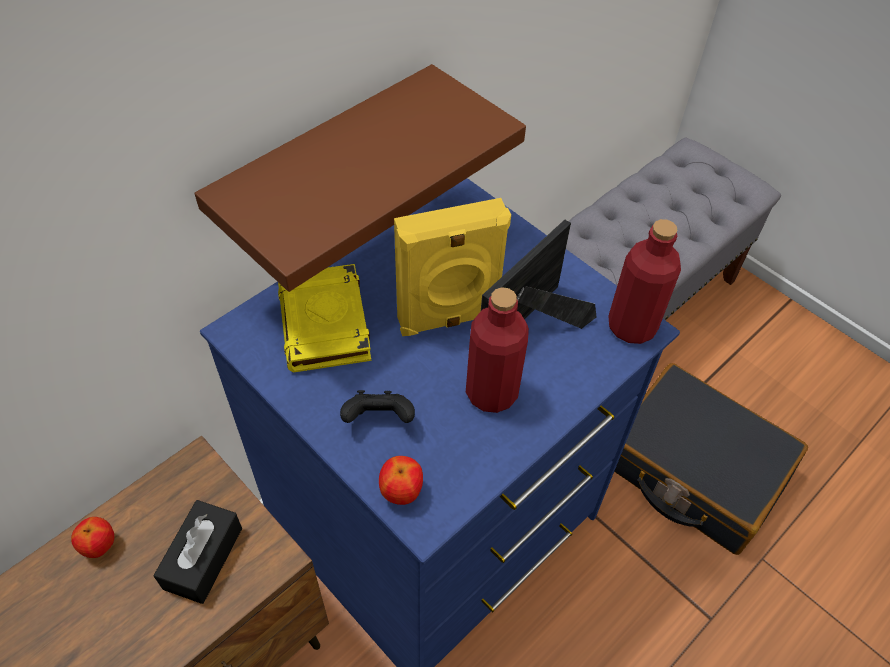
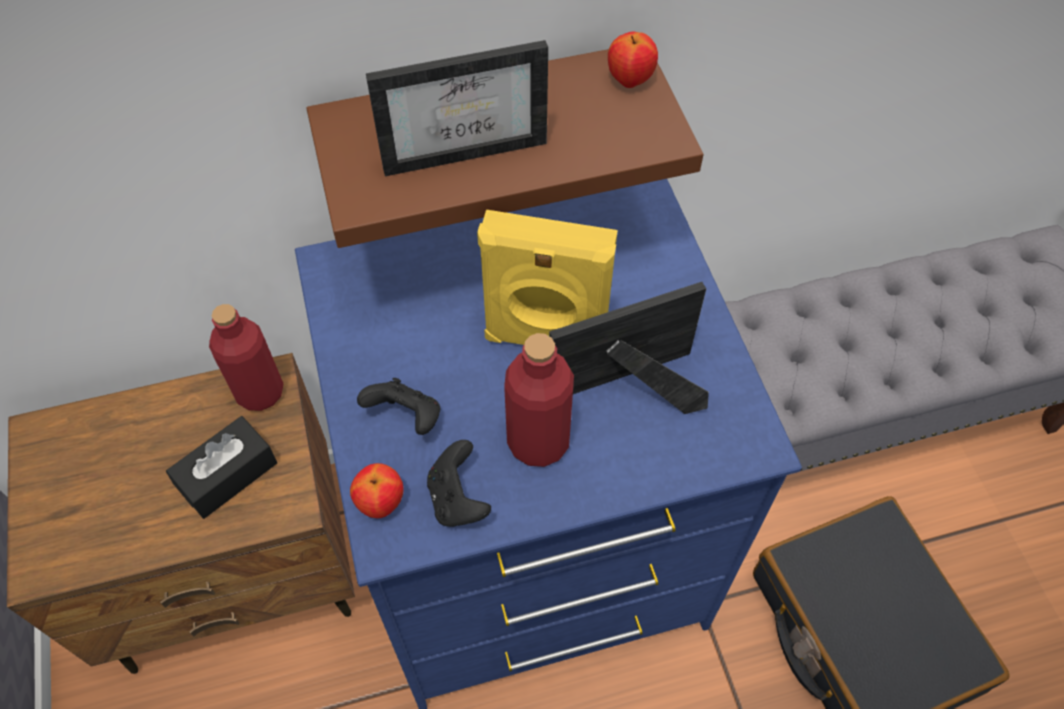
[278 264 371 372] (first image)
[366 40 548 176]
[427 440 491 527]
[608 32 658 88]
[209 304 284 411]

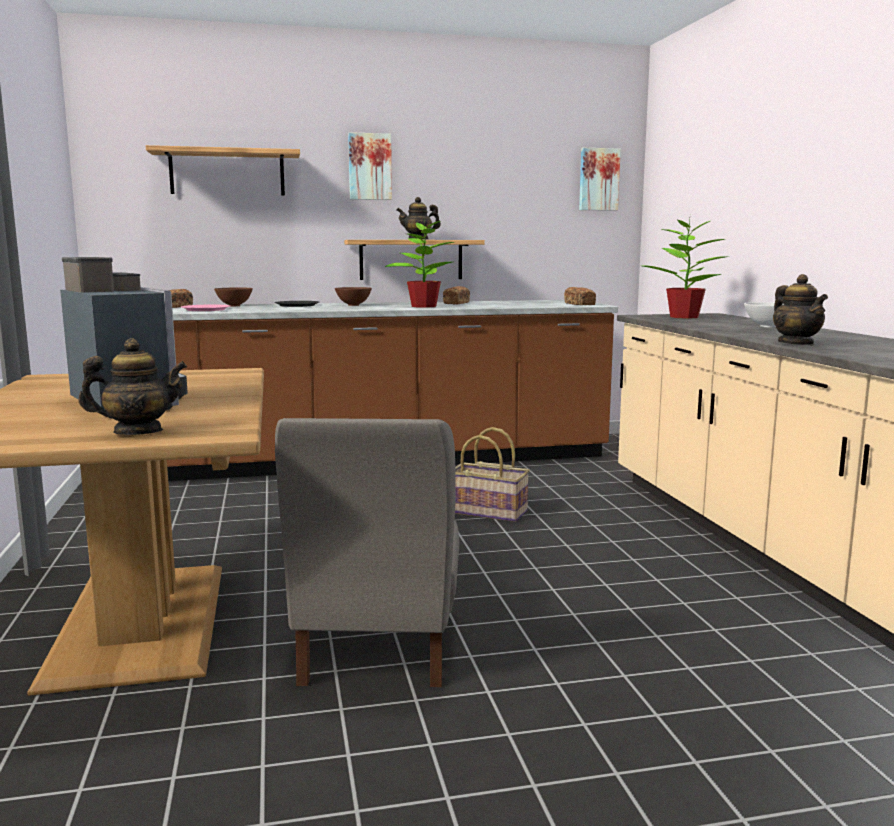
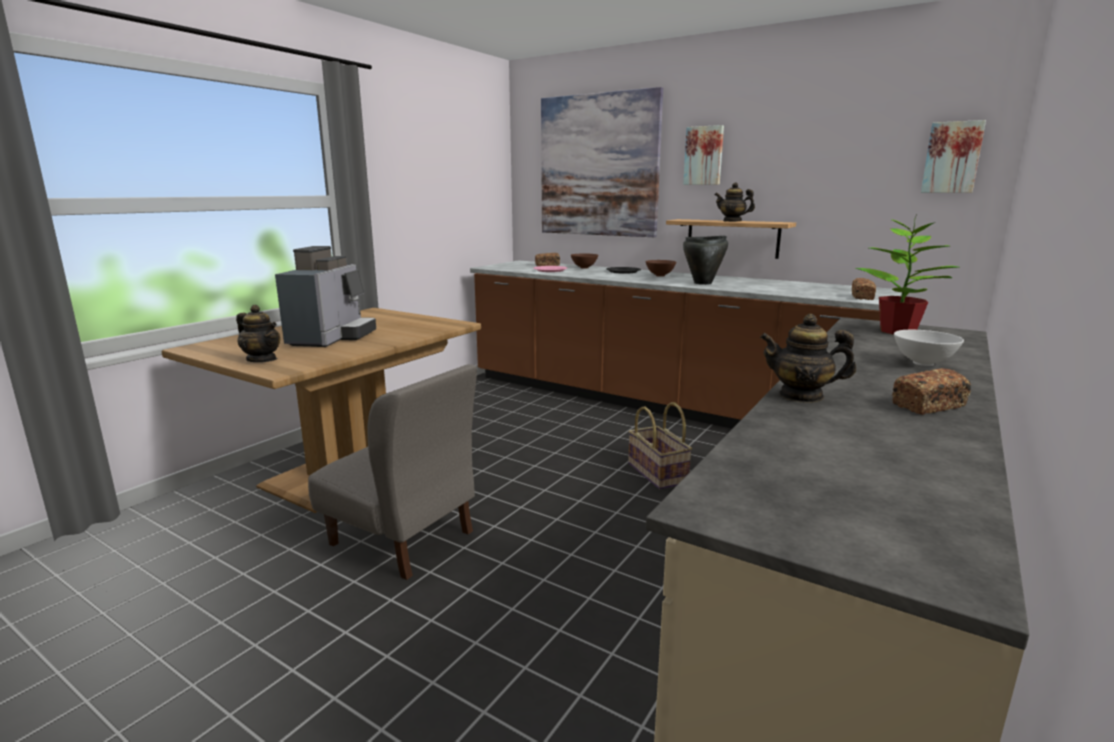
[892 368 972 415]
[541 87 663 237]
[683 236 728 285]
[308 364 477 580]
[760 314 856 403]

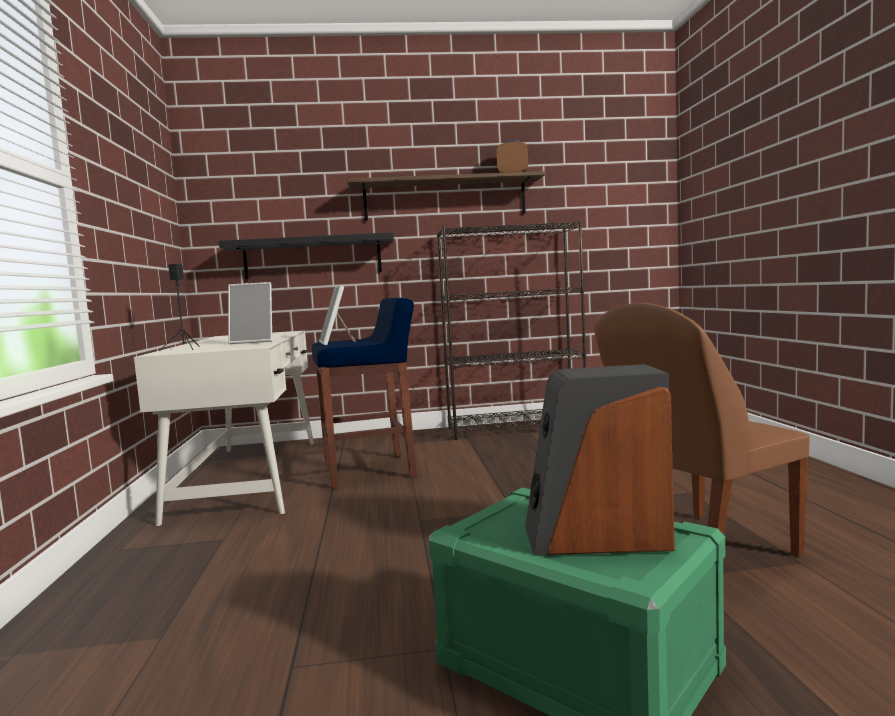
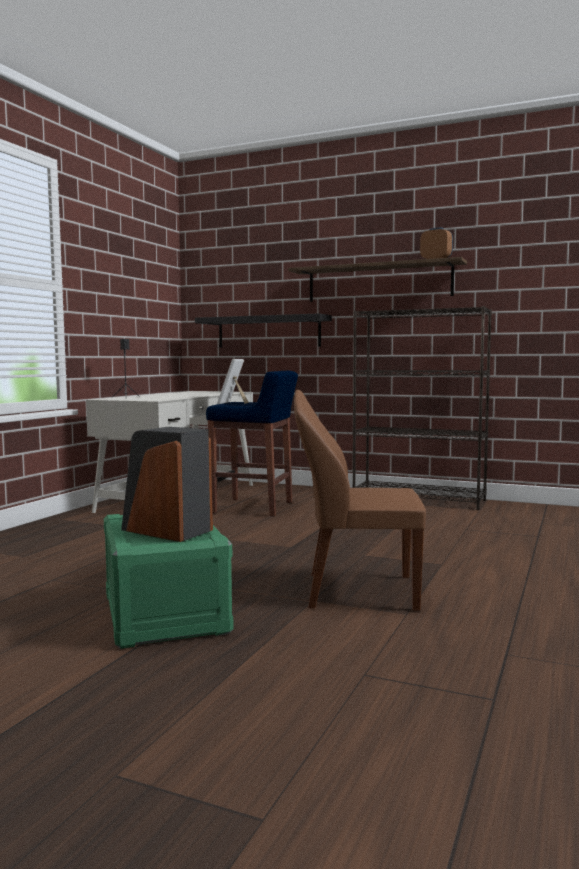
[228 282 272 344] (first image)

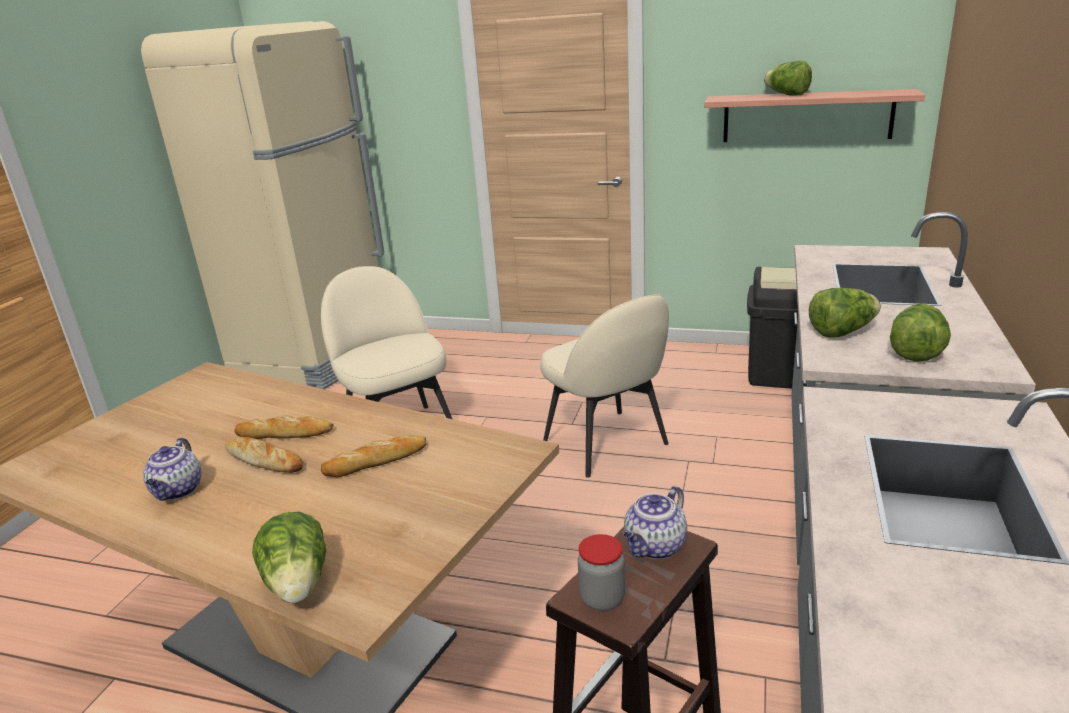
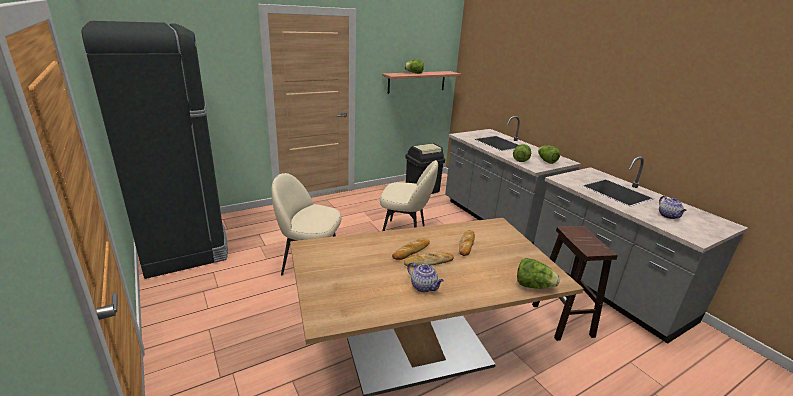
[578 534 625 611] (first image)
[659 196 687 219]
[81 21 228 279]

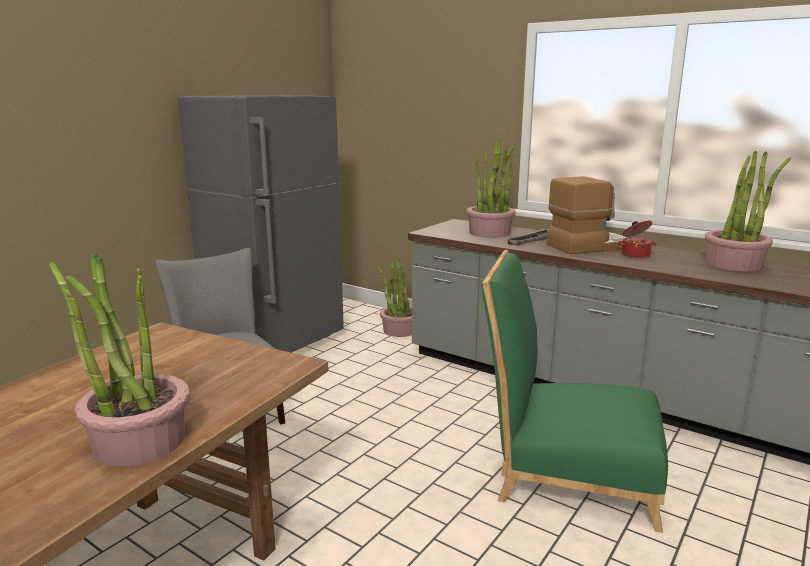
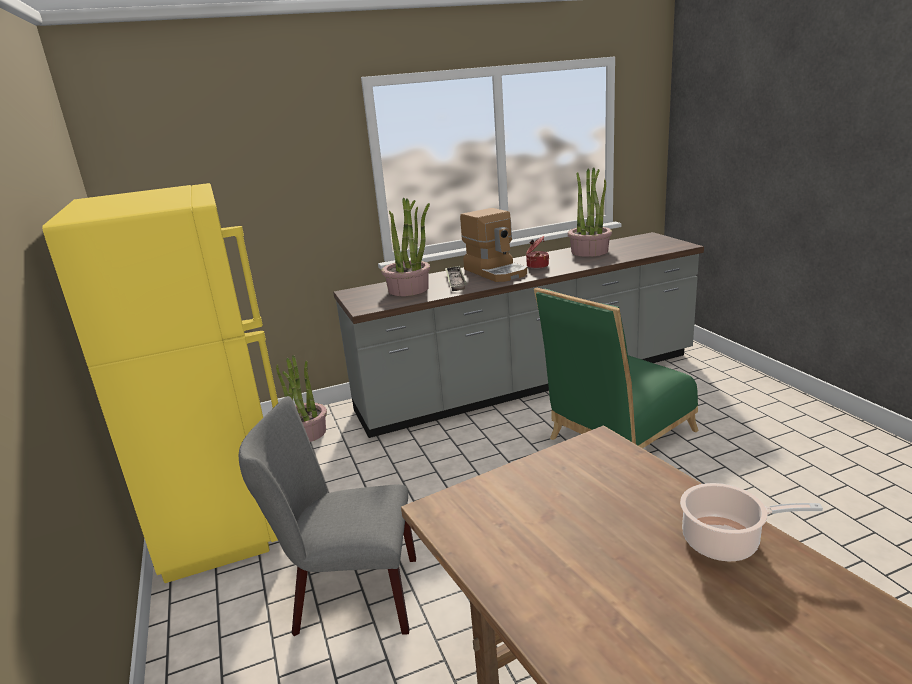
[680 483 823 561]
[42 183 278 583]
[460 208 527 282]

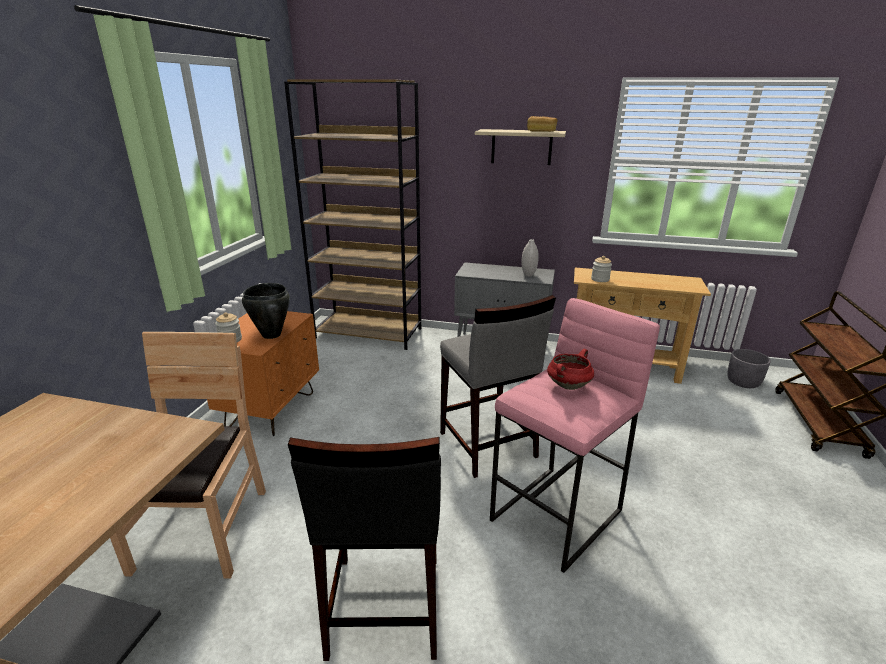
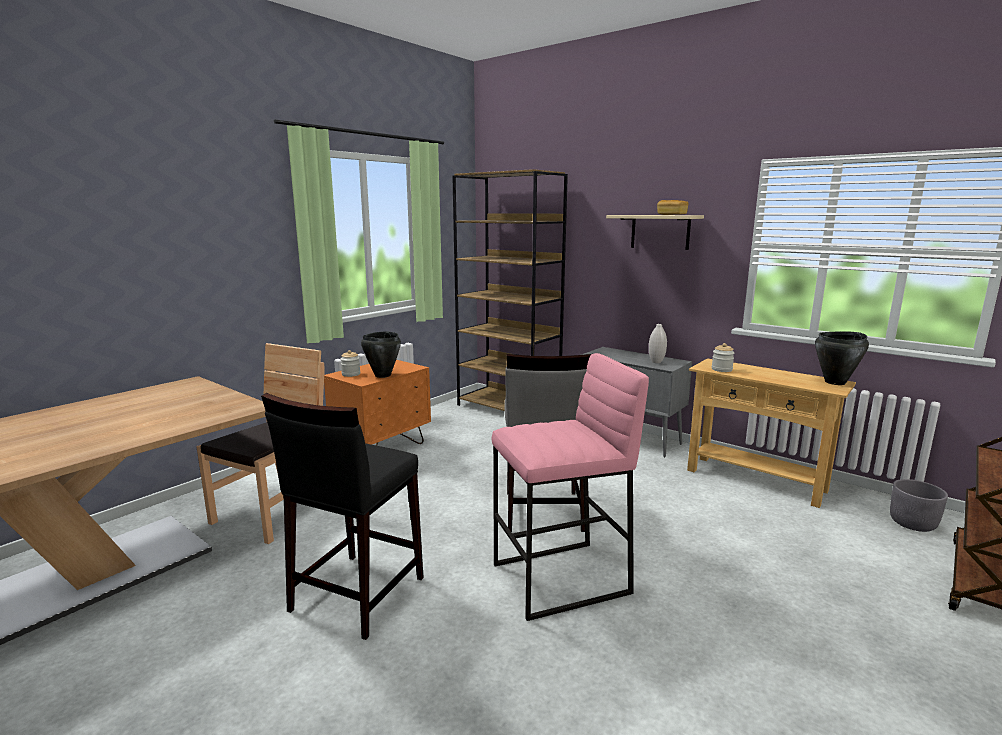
[547 349 594 390] (first image)
[815 331 869 385]

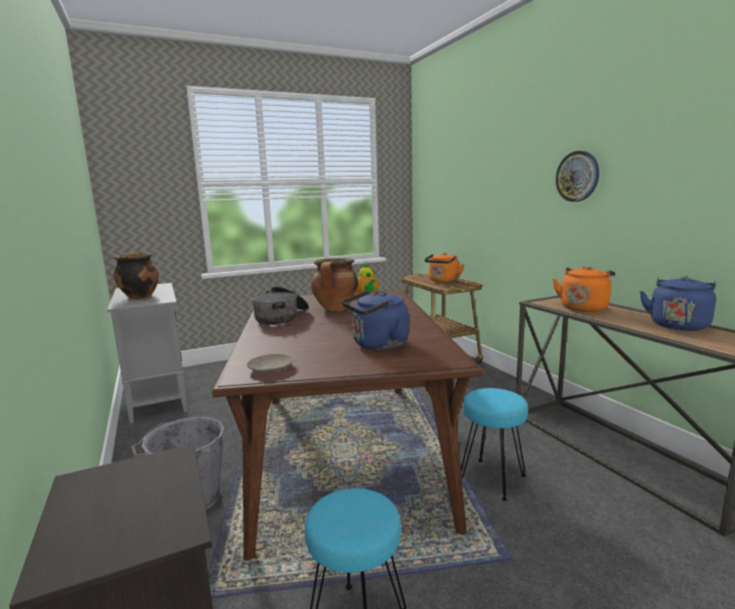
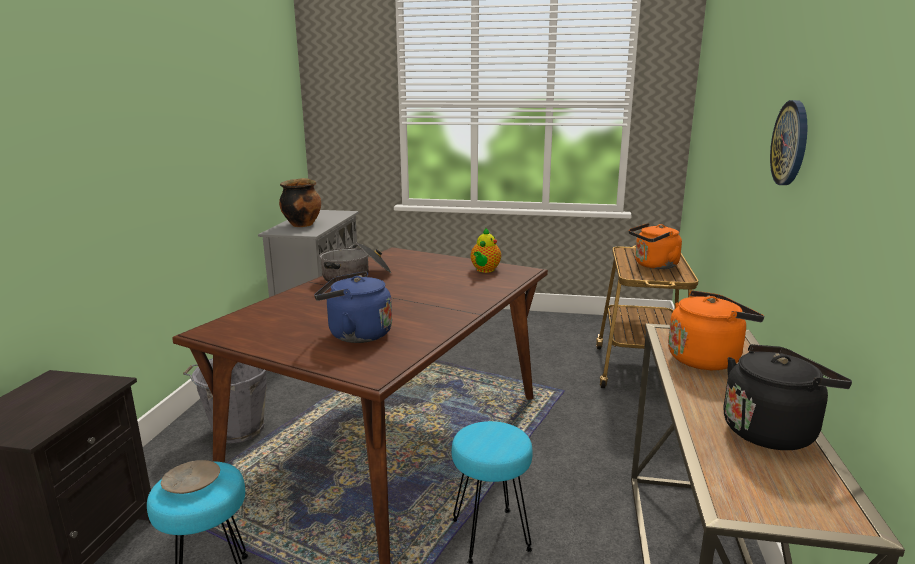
[311 258 358 311] (first image)
[161 460 220 494]
[723 344 852 450]

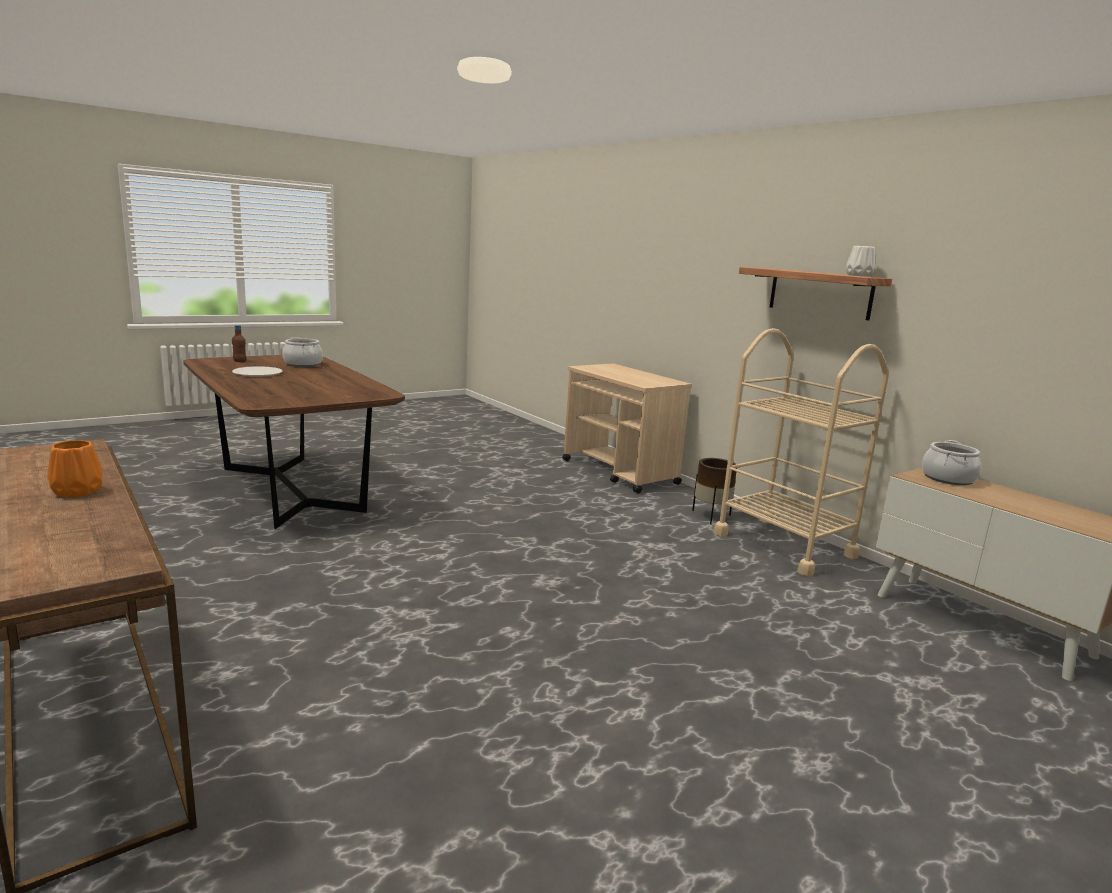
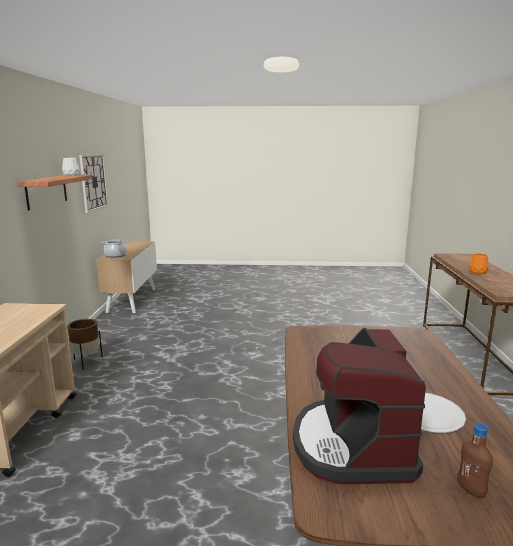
[713 328 889 576] (first image)
[79 154 108 213]
[293 328 426 484]

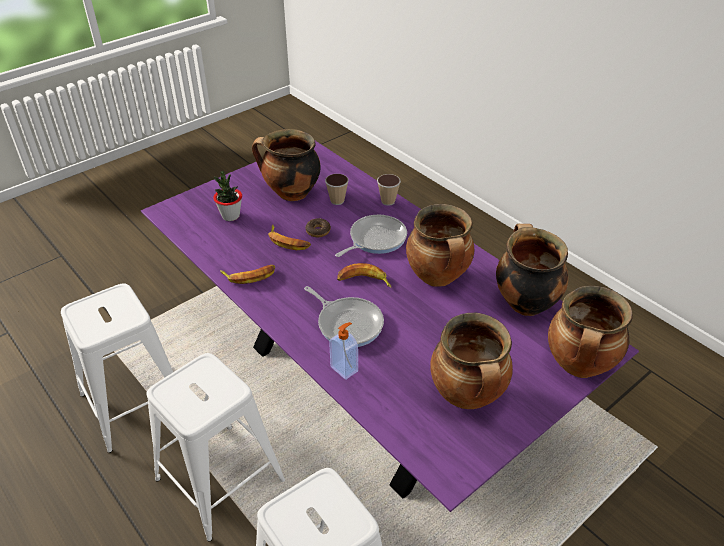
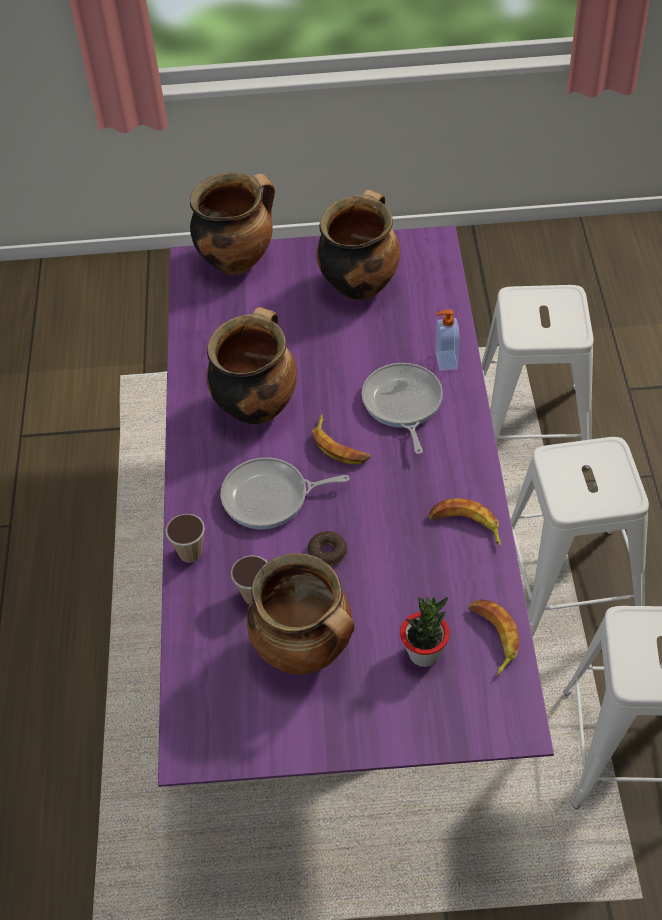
[496 224 568 316] (first image)
[469 599 519 676]

